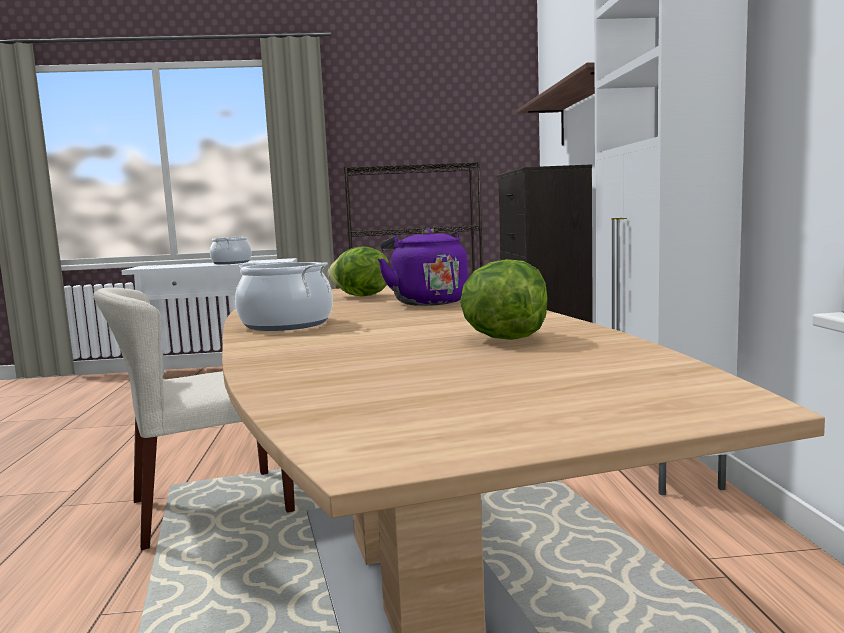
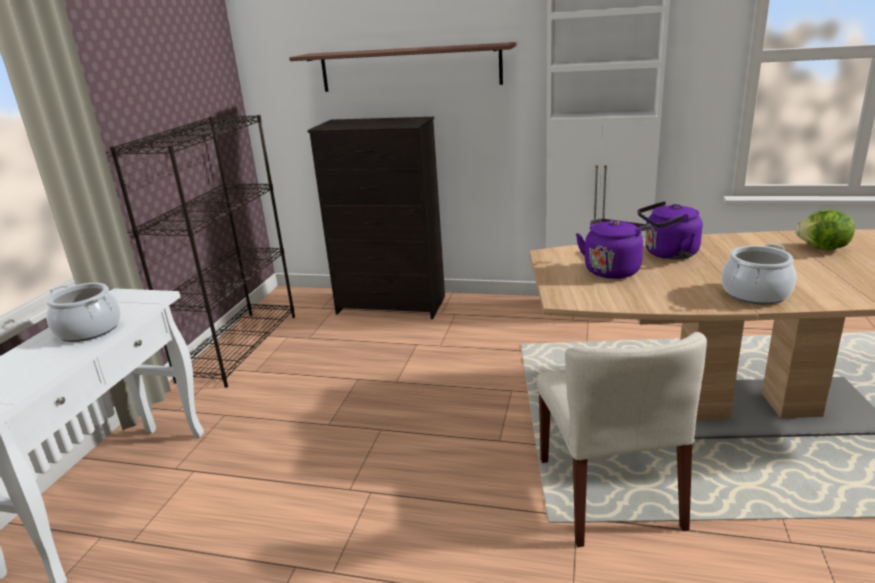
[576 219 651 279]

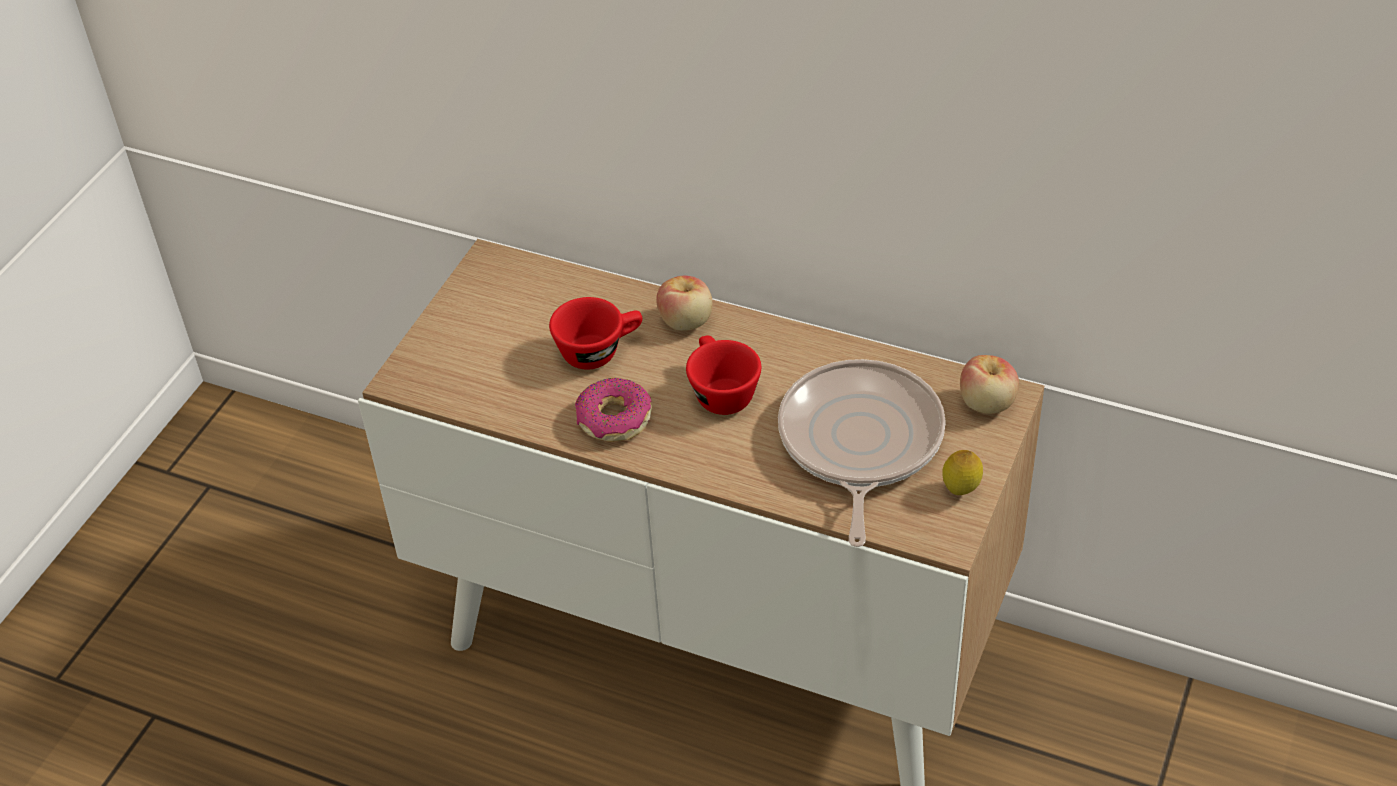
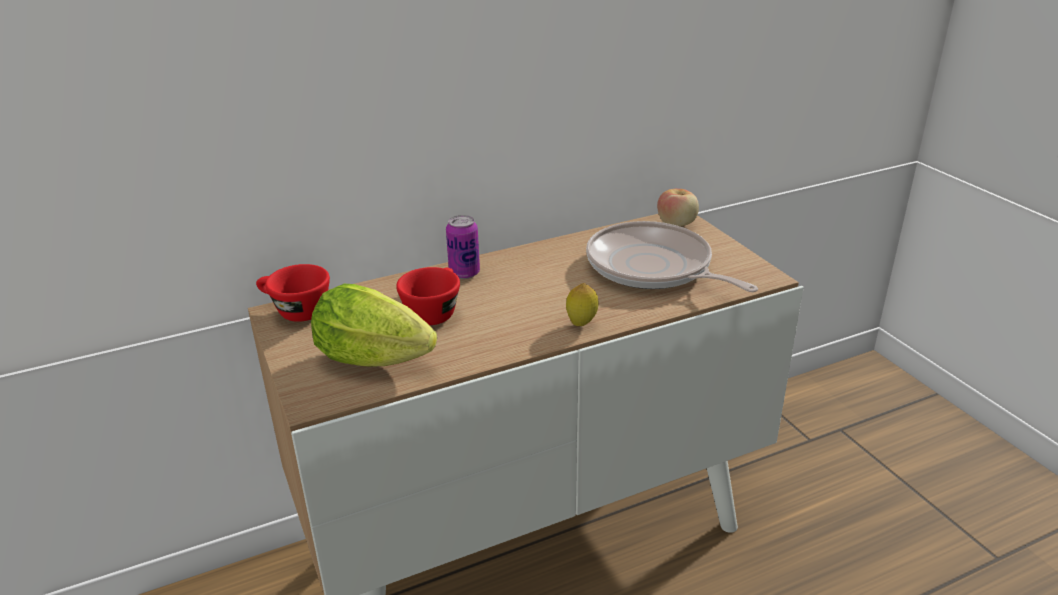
[575 378 652 442] (first image)
[311 284 437 367]
[256 264 330 322]
[566 283 599 326]
[446 215 480 279]

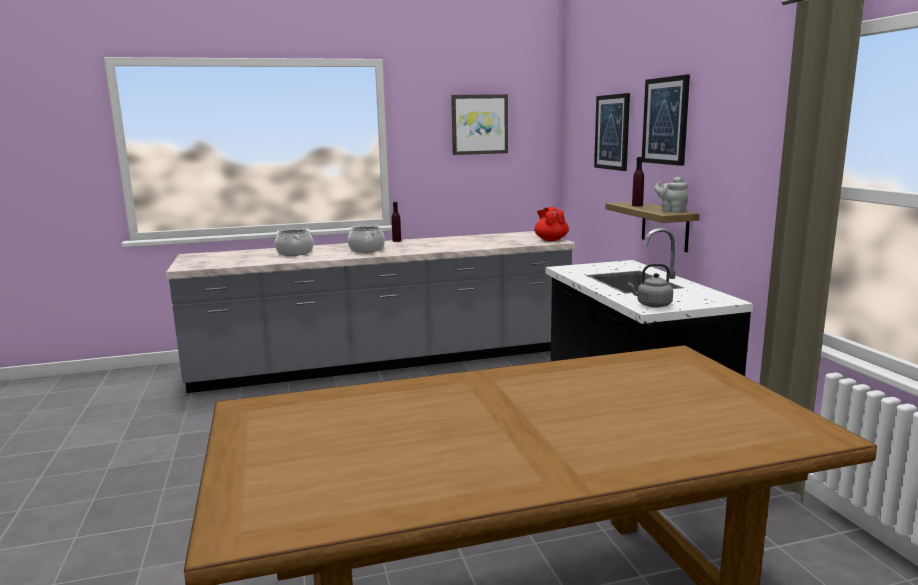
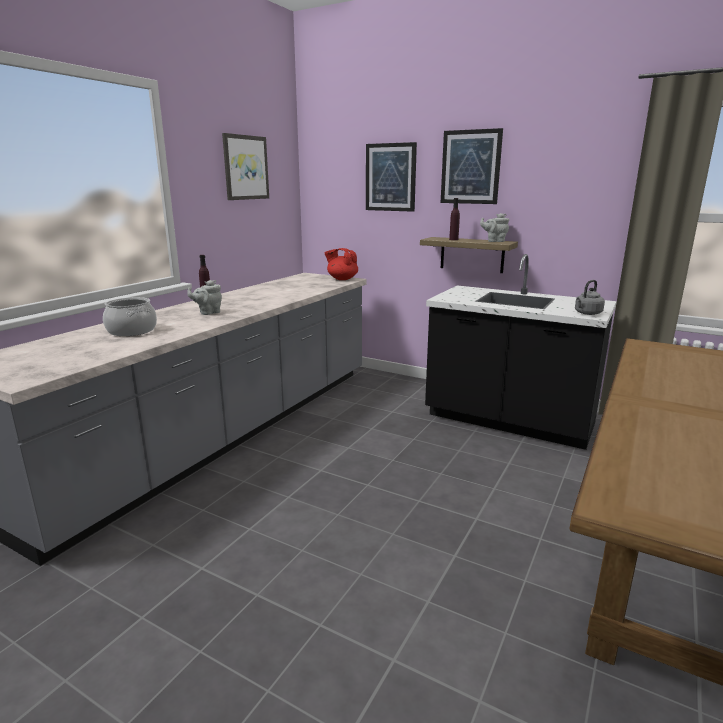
[187 280 222 315]

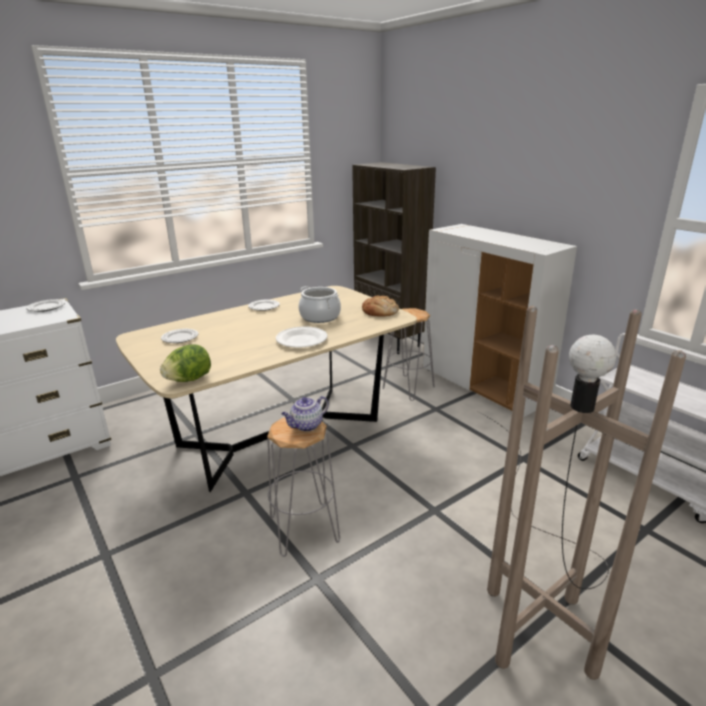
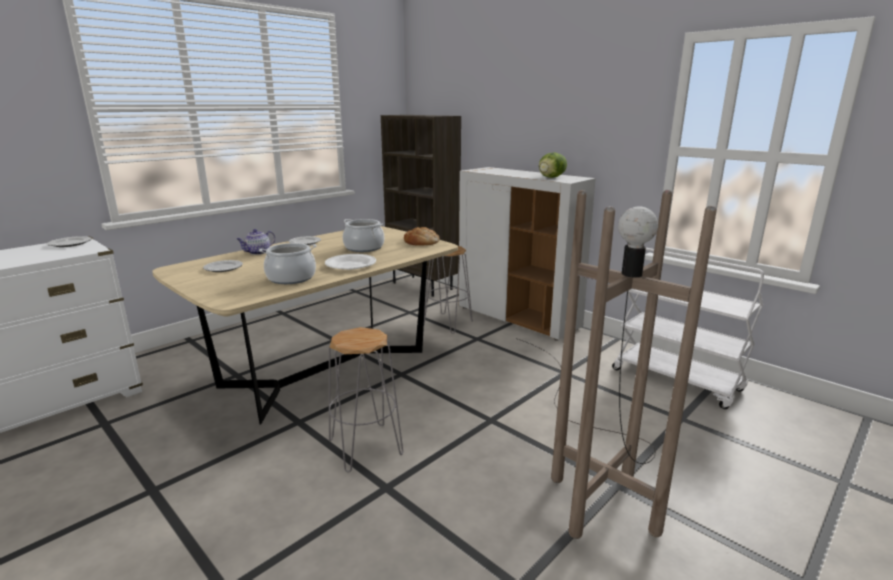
[259 243 317 284]
[539 152 567 178]
[237 229 275 255]

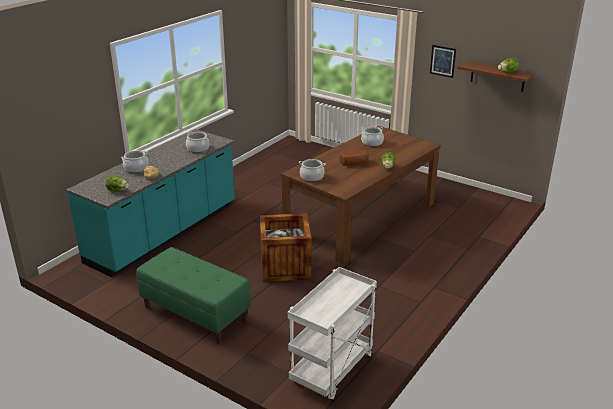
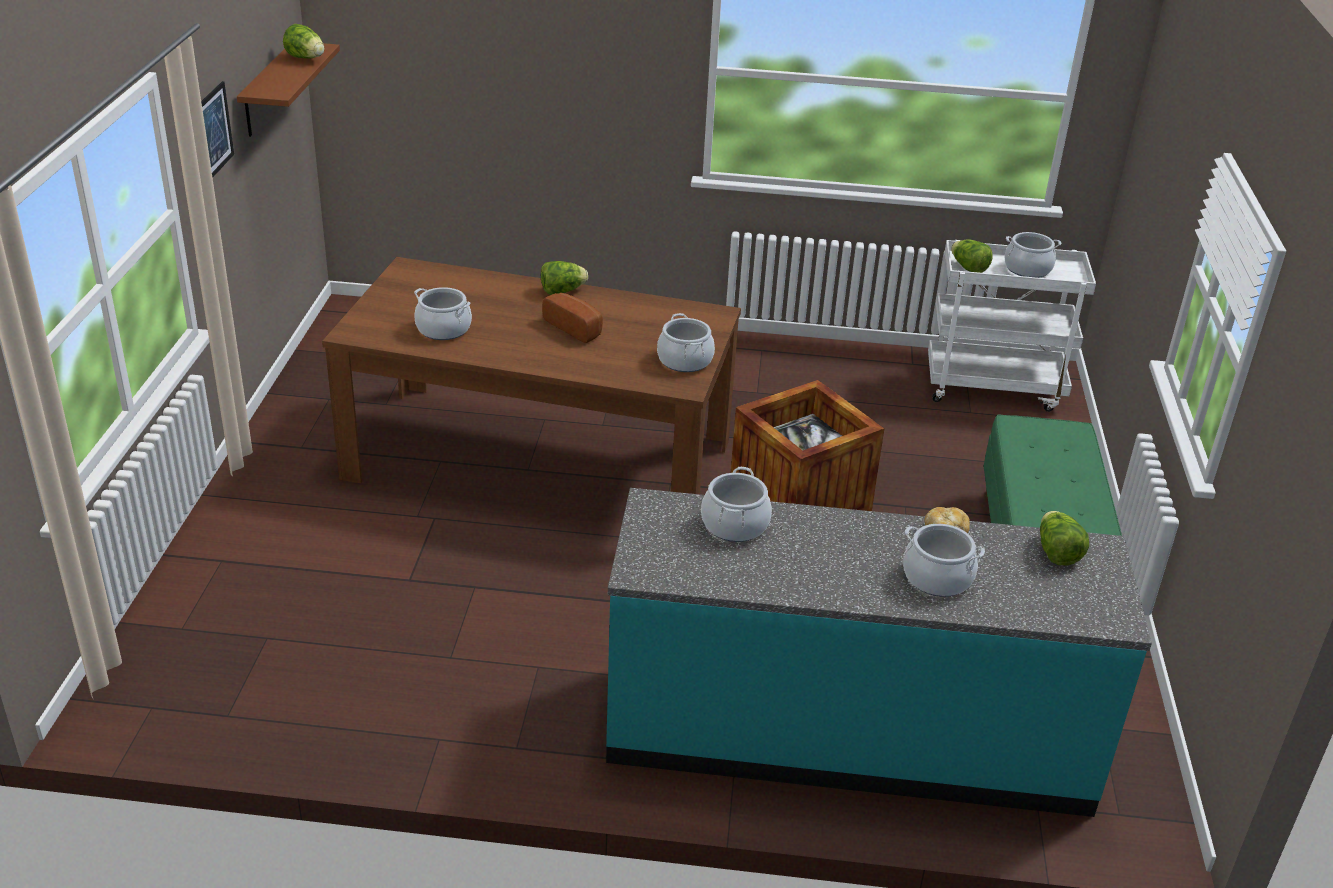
[951 239 993 273]
[1005 232 1061 278]

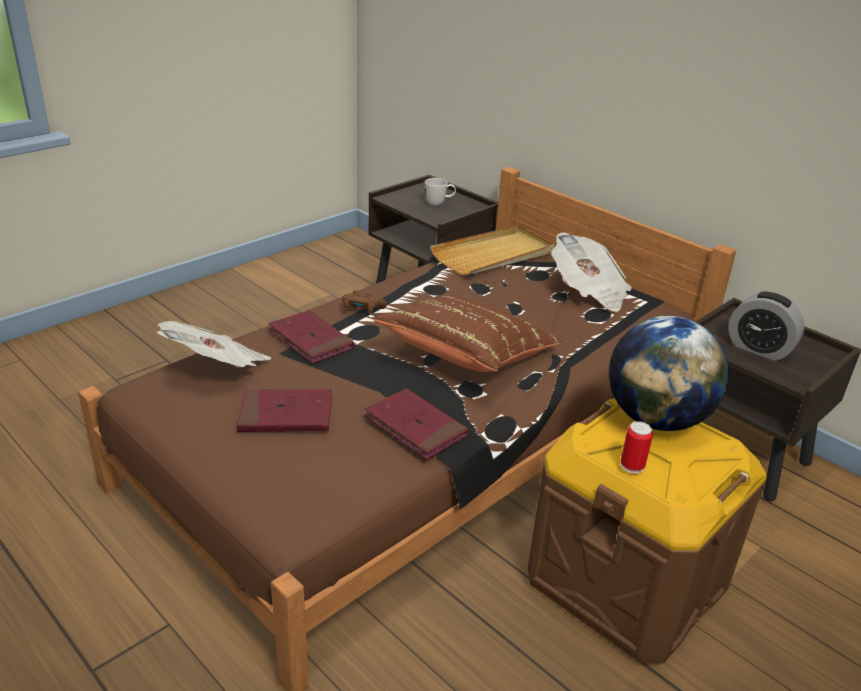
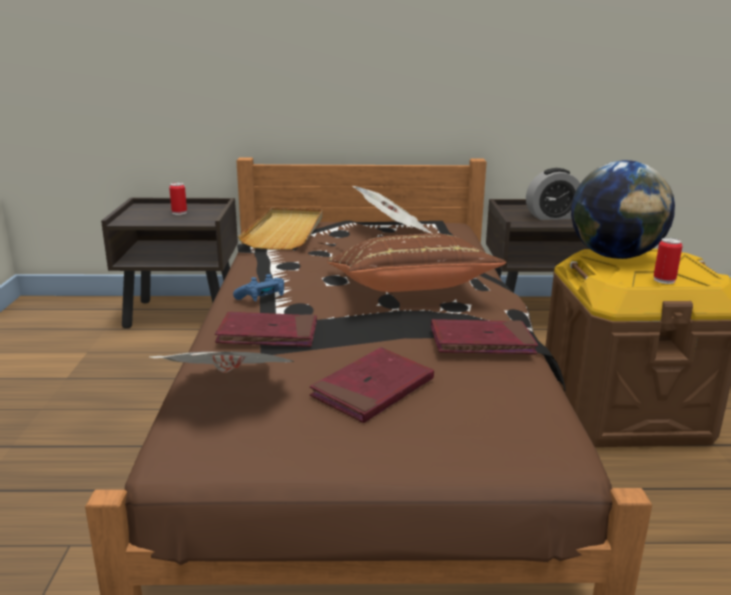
[169 183 187 215]
[233 274 284 301]

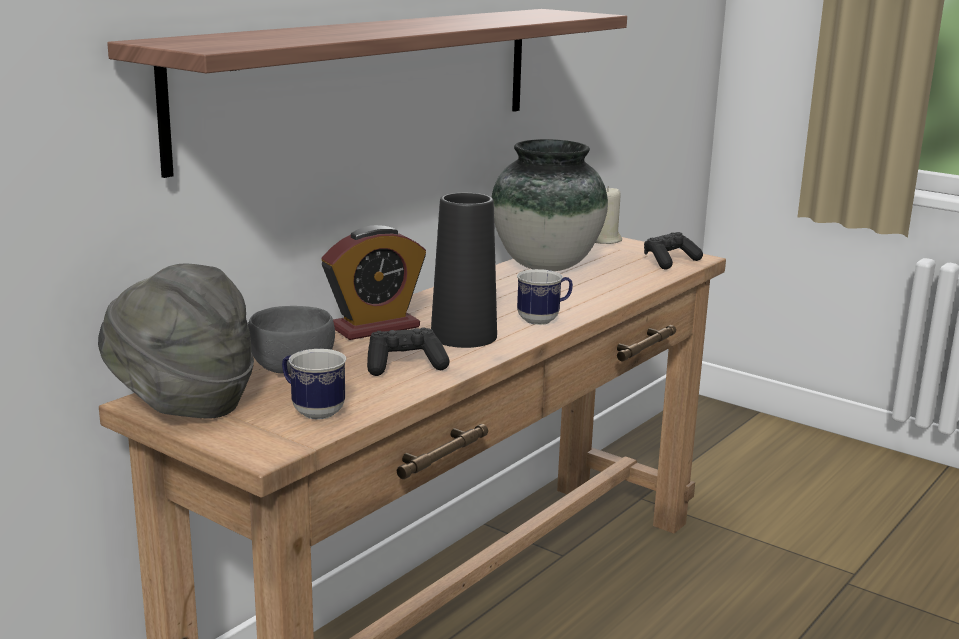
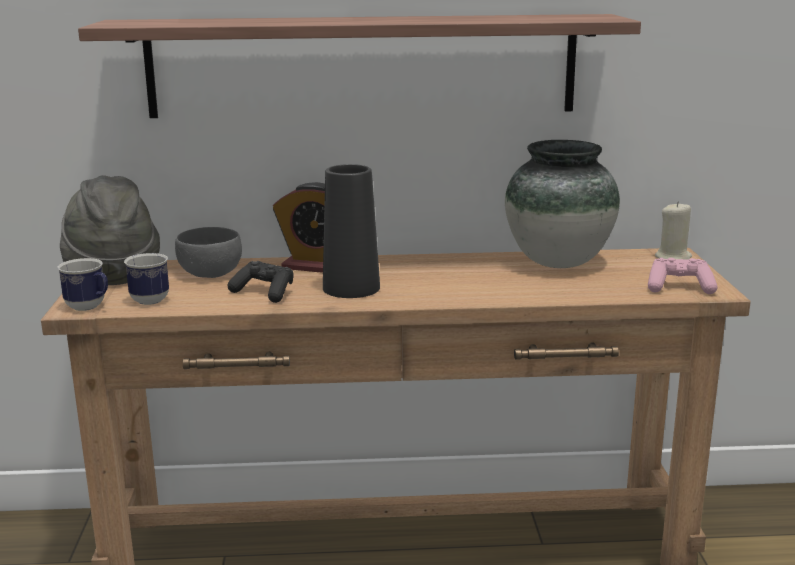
[57 258 108 311]
[648 258 717 294]

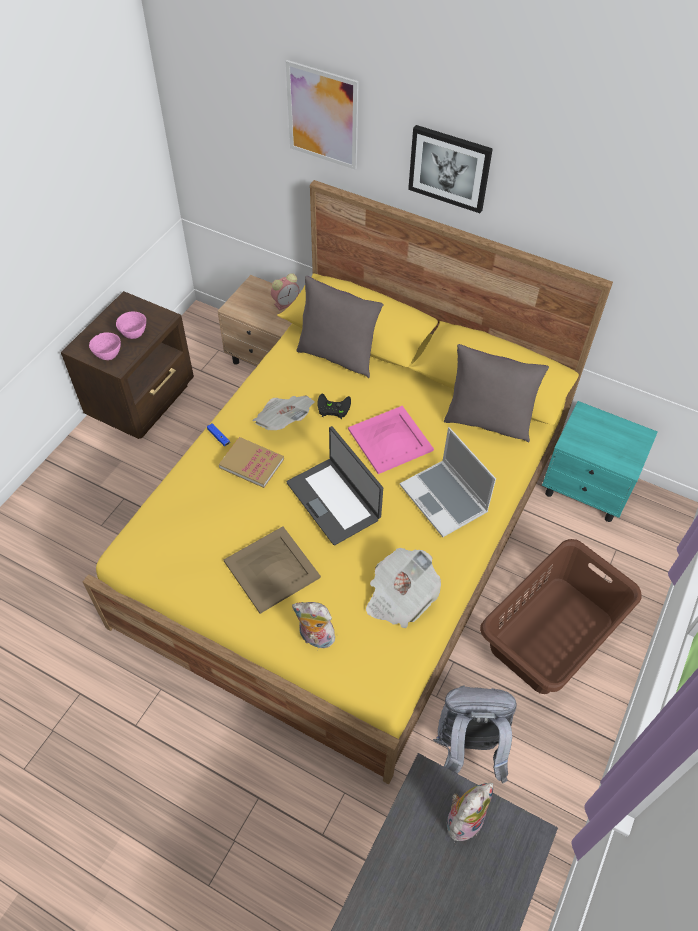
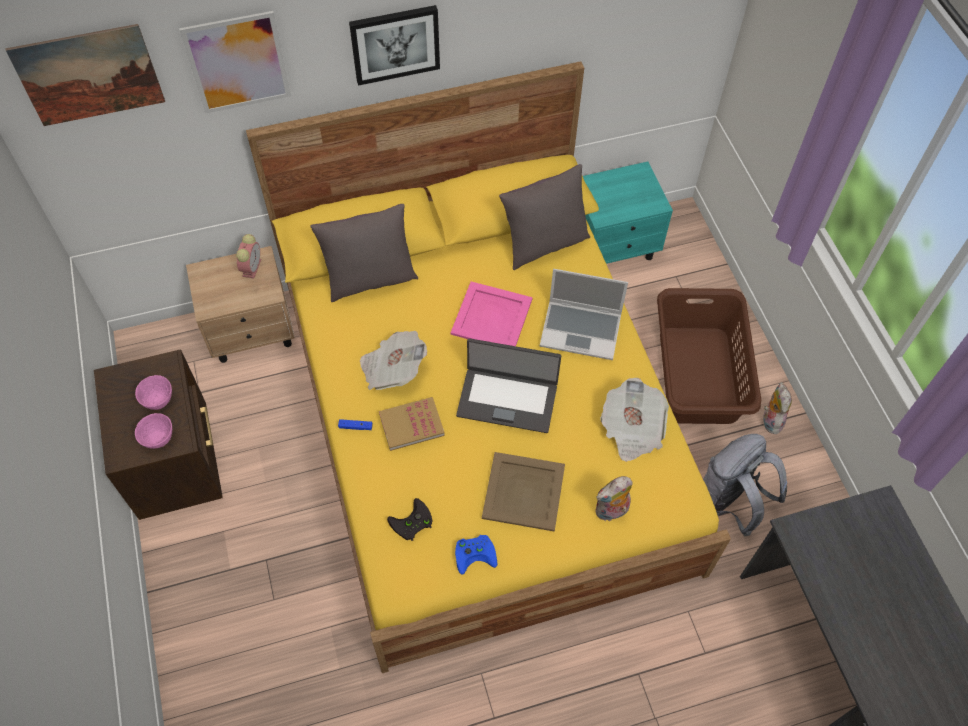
[5 24 165 126]
[455 535 497 575]
[387 498 432 541]
[763 382 792 434]

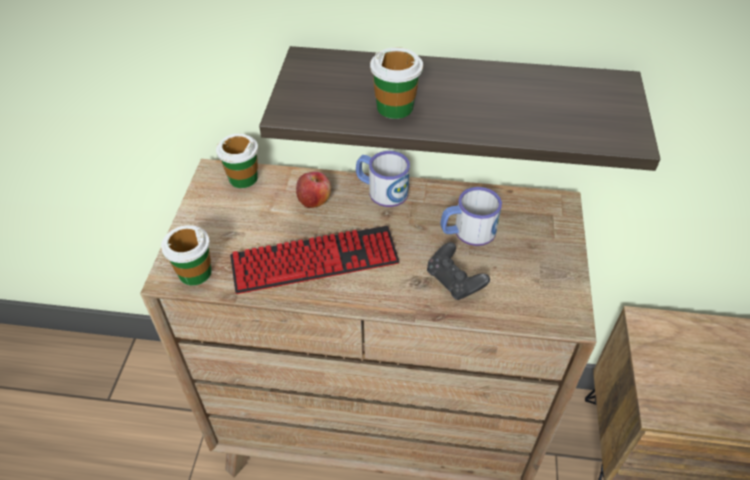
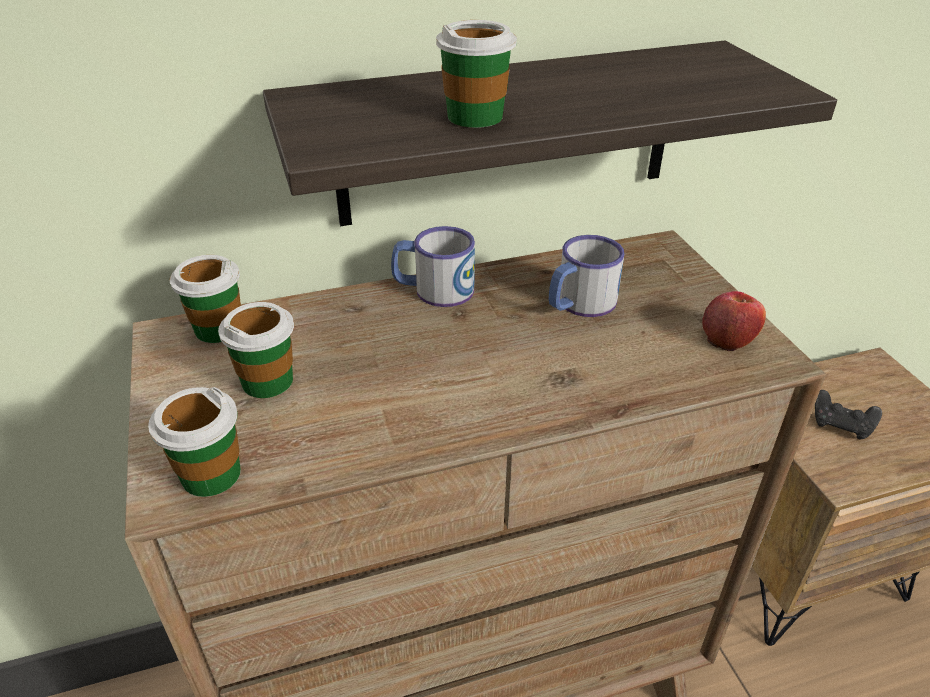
[230 226 400 294] (first image)
[218 302 294 398]
[702 291 766 351]
[815 390 882 439]

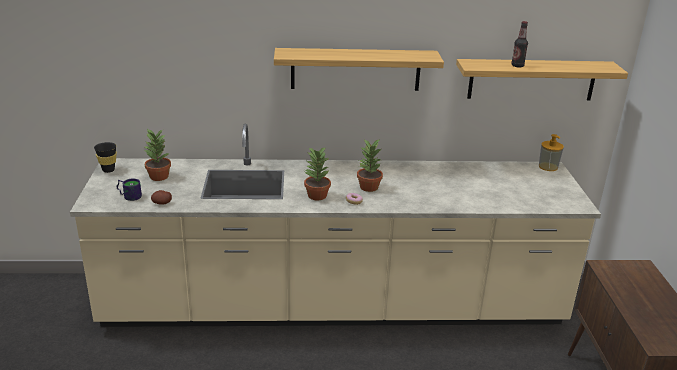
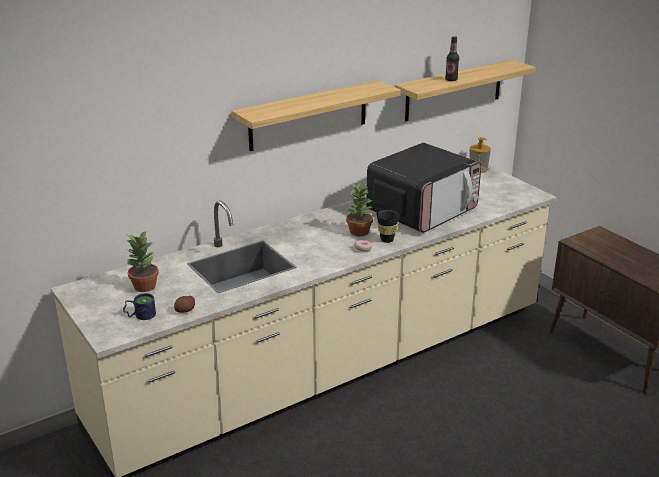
[304 147 331 200] (first image)
[366 143 481 233]
[376 210 400 243]

